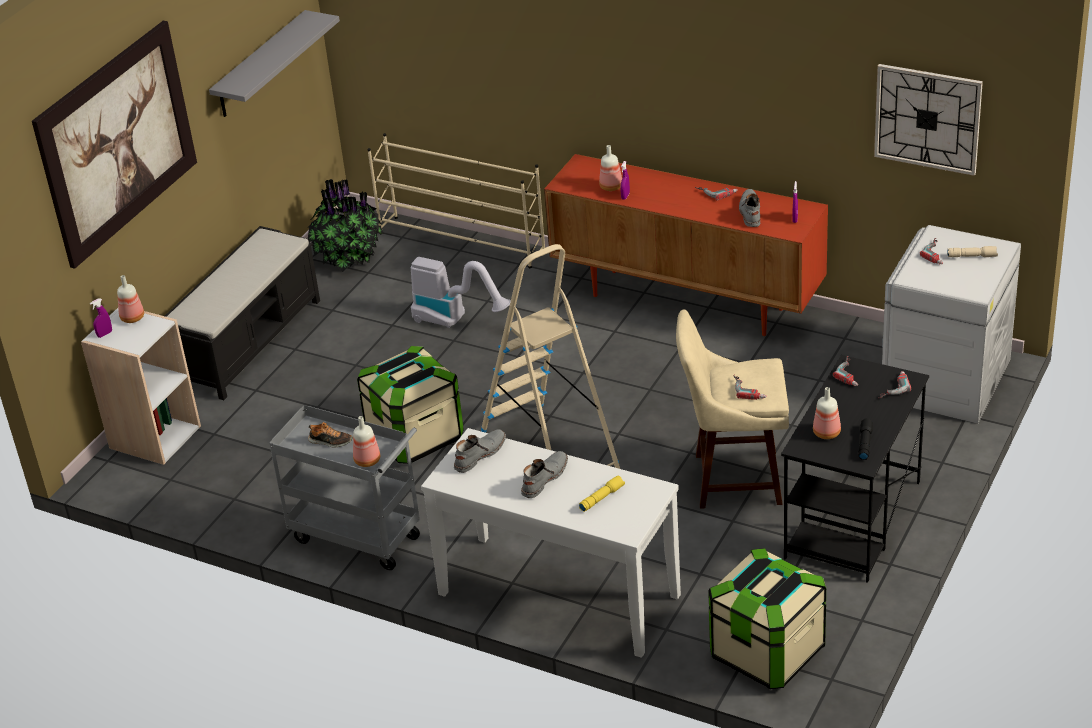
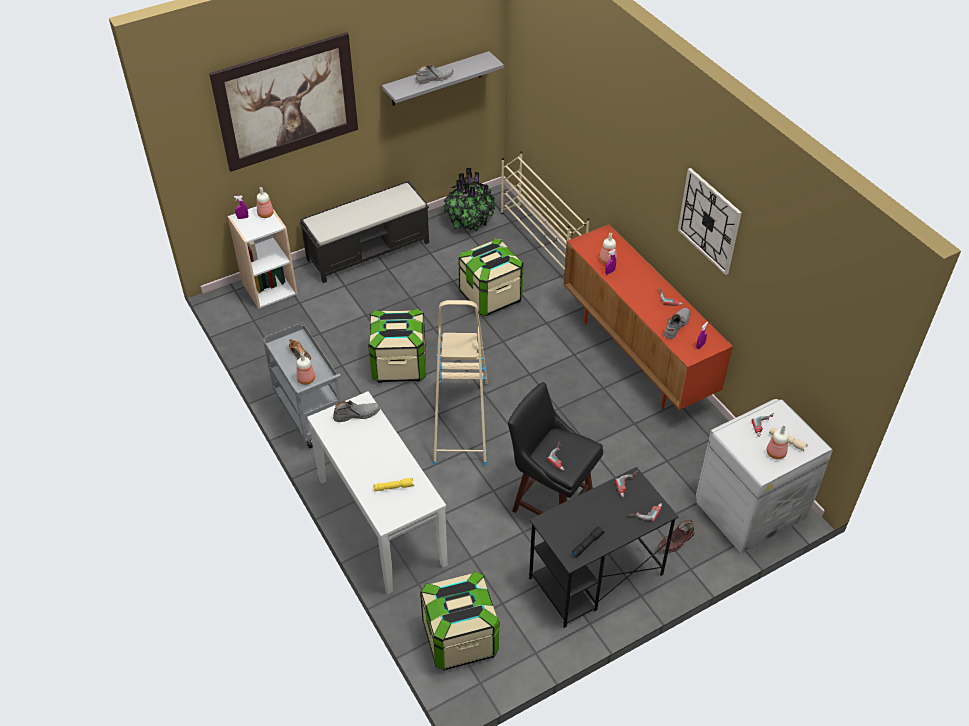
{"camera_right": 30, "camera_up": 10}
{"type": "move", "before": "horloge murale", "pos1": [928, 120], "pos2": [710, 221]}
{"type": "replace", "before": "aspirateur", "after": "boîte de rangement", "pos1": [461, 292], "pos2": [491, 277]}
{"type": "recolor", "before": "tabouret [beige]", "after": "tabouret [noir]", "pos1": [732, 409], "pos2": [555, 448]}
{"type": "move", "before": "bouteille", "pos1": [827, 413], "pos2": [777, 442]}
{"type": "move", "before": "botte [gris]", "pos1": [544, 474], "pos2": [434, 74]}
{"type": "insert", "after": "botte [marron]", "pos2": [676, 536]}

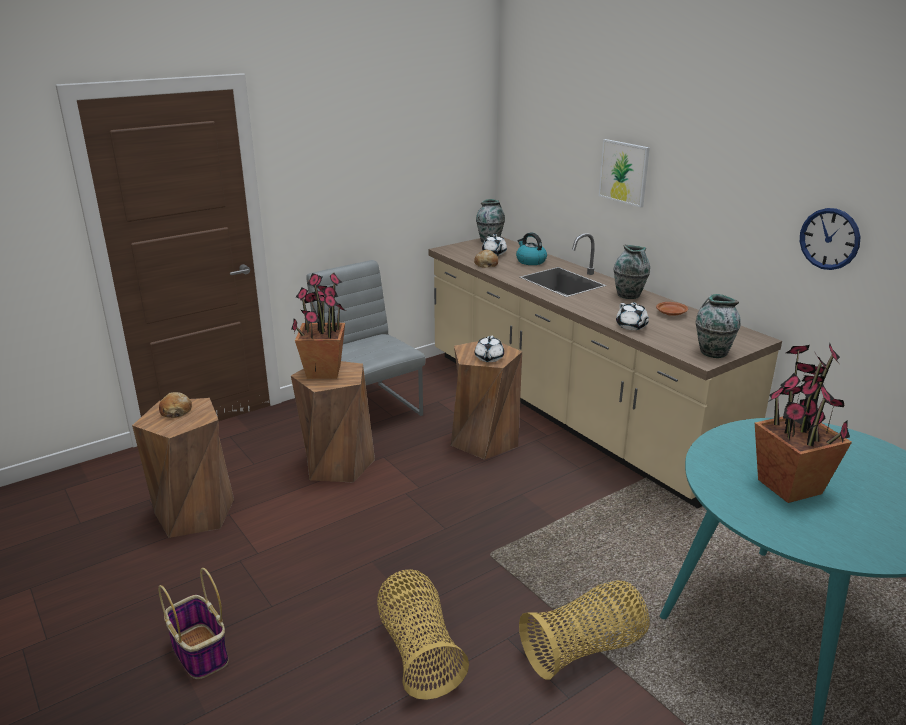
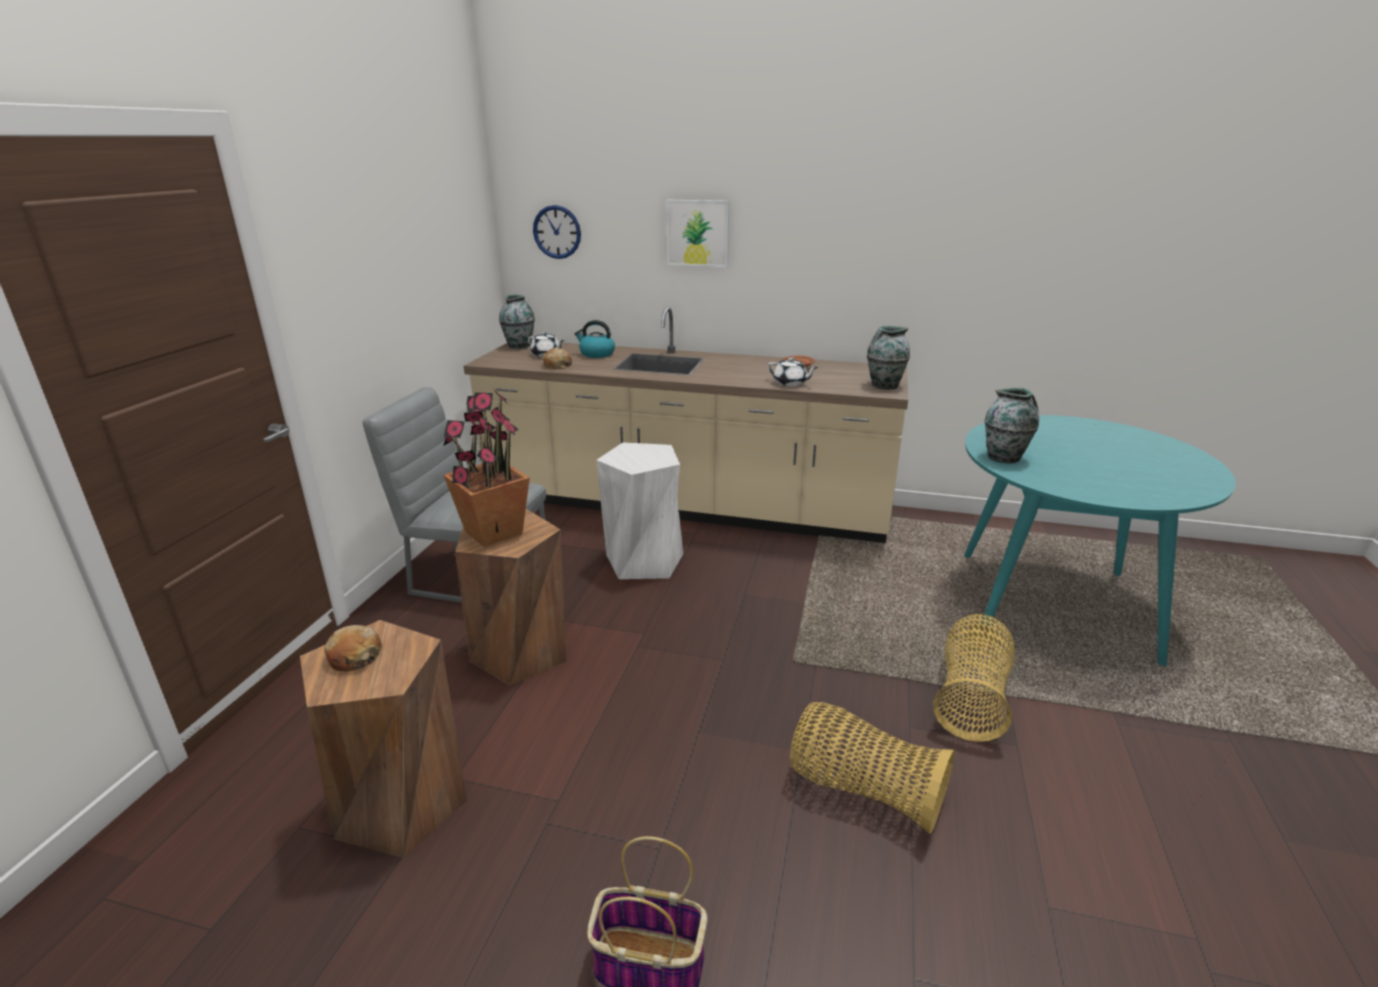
{"camera_right": -40, "camera_up": 0}
{"type": "move", "before": "horloge murale", "pos1": [830, 239], "pos2": [557, 232]}
{"type": "move", "before": "vase", "pos1": [631, 272], "pos2": [1012, 425]}
{"type": "delete", "before": "théière [blanc]", "pos1": [489, 349]}
{"type": "recolor", "before": "tabouret [marron]", "after": "tabouret [blanc]", "pos1": [486, 400], "pos2": [639, 510]}
{"type": "delete", "before": "plante en pot", "pos1": [803, 423]}

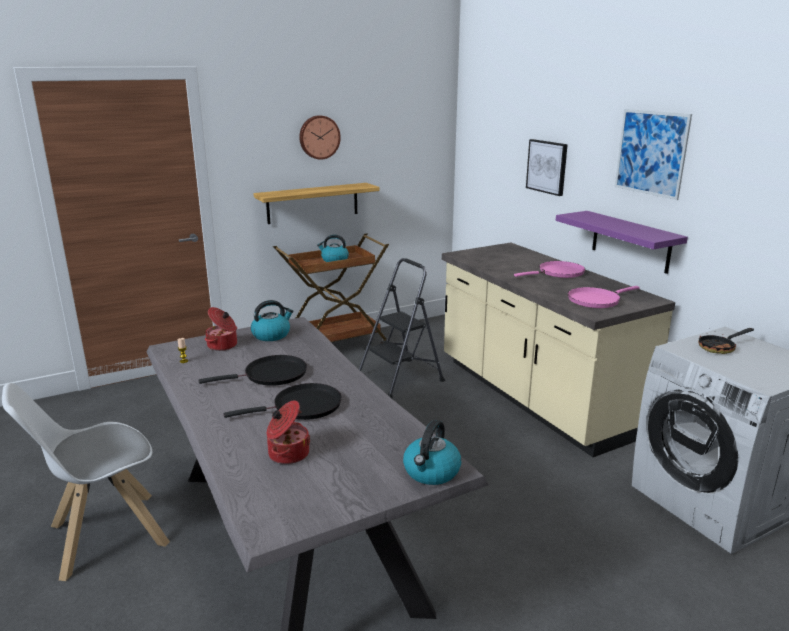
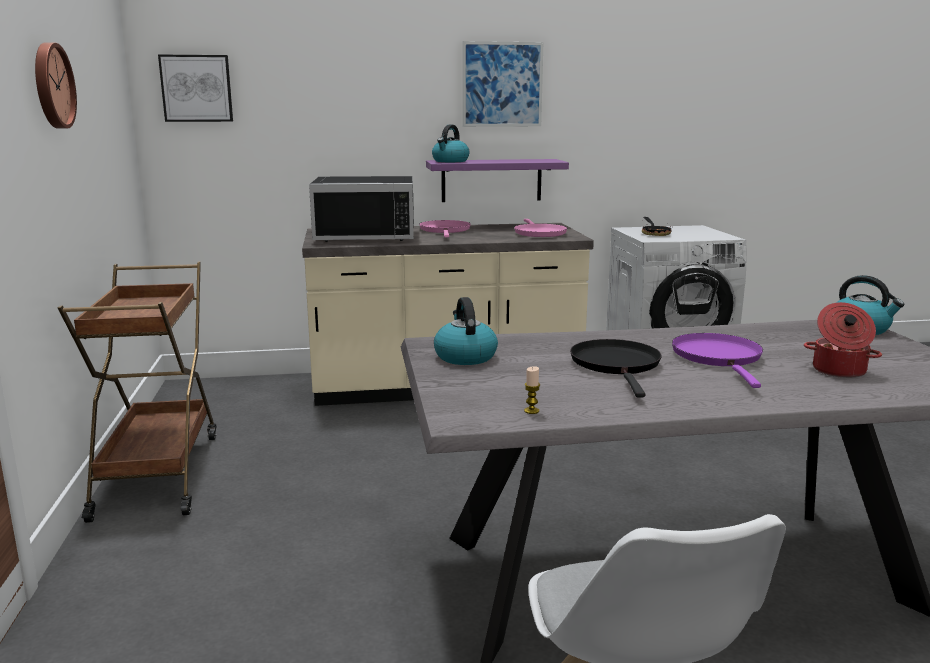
{"camera_right": -70, "camera_up": -5}
{"type": "move", "before": "tableau", "pos1": [547, 167], "pos2": [195, 88]}
{"type": "delete", "before": "étagère", "pos1": [317, 203]}
{"type": "move", "before": "bouilloire", "pos1": [333, 248], "pos2": [450, 143]}
{"type": "delete", "before": "escabeau [noir]", "pos1": [402, 328]}
{"type": "delete", "before": "marmite", "pos1": [221, 329]}
{"type": "recolor", "before": "poêle [noir]", "after": "poêle [violet]", "pos1": [283, 401], "pos2": [717, 360]}
{"type": "insert", "after": "micro-ondes [noir]", "pos2": [361, 209]}

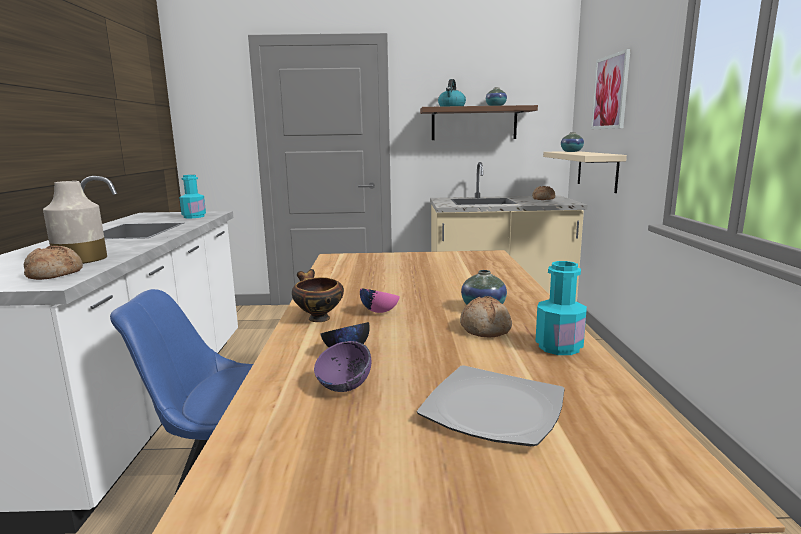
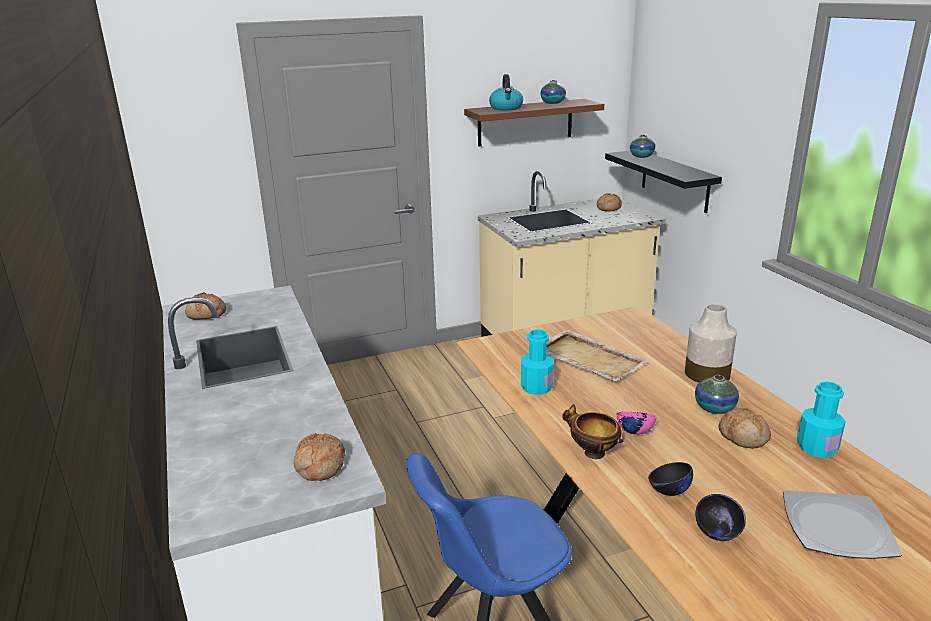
{"camera_right": -20, "camera_up": 10}
{"type": "delete", "before": "tableau", "pos1": [611, 89]}
{"type": "recolor", "before": "étagère [beige]", "after": "étagère [noir]", "pos1": [585, 172], "pos2": [663, 181]}
{"type": "move", "before": "bouteille [turquoise]", "pos1": [192, 196], "pos2": [537, 362]}
{"type": "move", "before": "vase [beige]", "pos1": [75, 222], "pos2": [711, 343]}
{"type": "recolor", "before": "bol [violet]", "after": "bol [noir]", "pos1": [342, 366], "pos2": [720, 517]}
{"type": "insert", "after": "pain", "pos2": [205, 306]}
{"type": "insert", "after": "plateau [beige]", "pos2": [598, 355]}

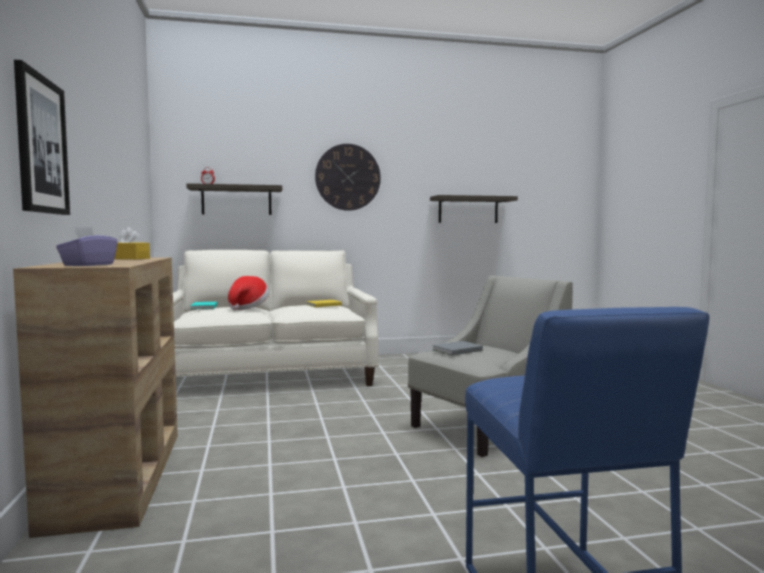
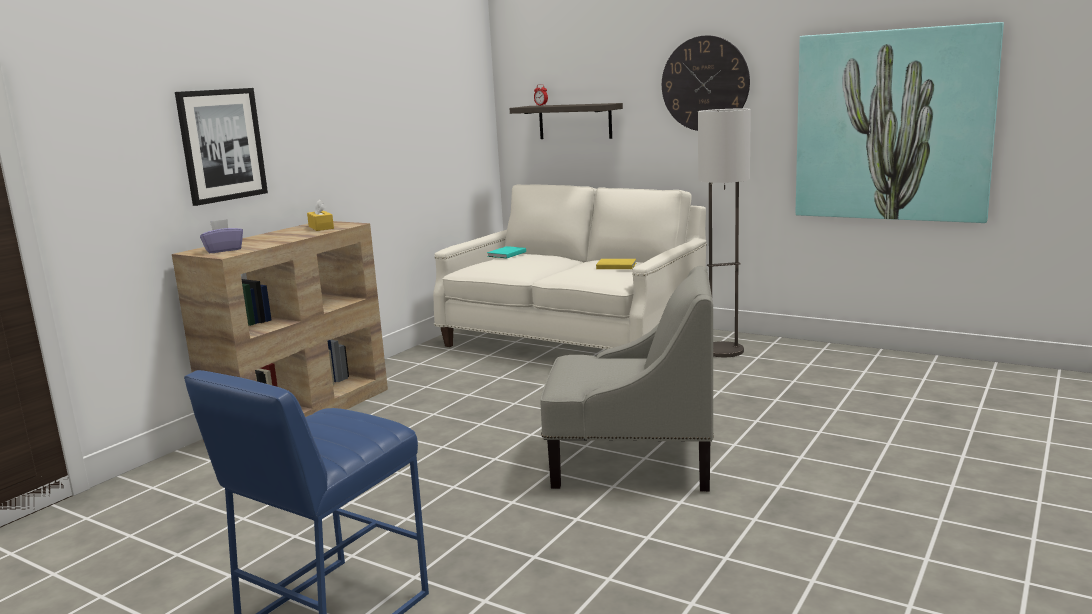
{"camera_right": 45, "camera_up": 10}
{"type": "replace", "before": "étagère", "after": "tableau", "pos1": [474, 209], "pos2": [900, 122]}
{"type": "delete", "before": "chapeau", "pos1": [248, 293]}
{"type": "delete", "before": "livre [gris]", "pos1": [457, 348]}
{"type": "insert", "after": "lampadaire", "pos2": [724, 232]}

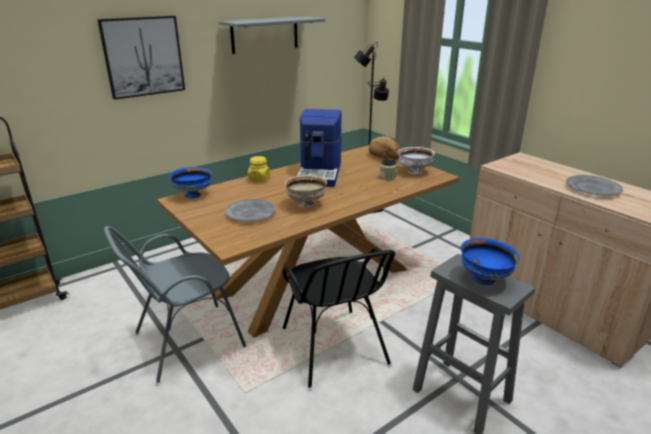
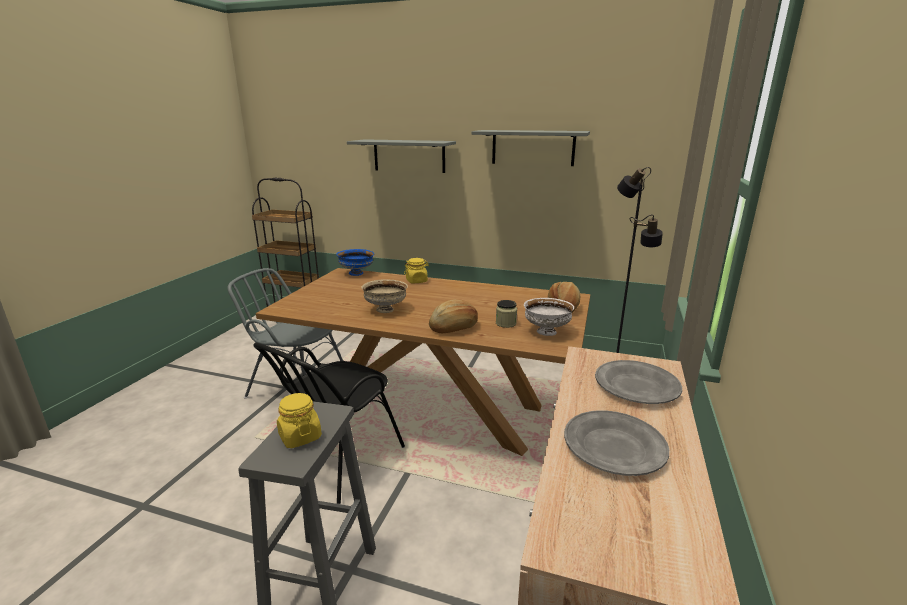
{"camera_right": 55, "camera_up": -5}
{"type": "replace", "before": "tableau", "after": "étagère [gris]", "pos1": [141, 58], "pos2": [401, 156]}
{"type": "delete", "before": "machine à café", "pos1": [319, 148]}
{"type": "move", "before": "assiette [gris]", "pos1": [250, 210], "pos2": [638, 382]}
{"type": "replace", "before": "bol [bleu]", "after": "bocal [jaune]", "pos1": [490, 261], "pos2": [299, 420]}
{"type": "insert", "after": "pain", "pos2": [453, 316]}

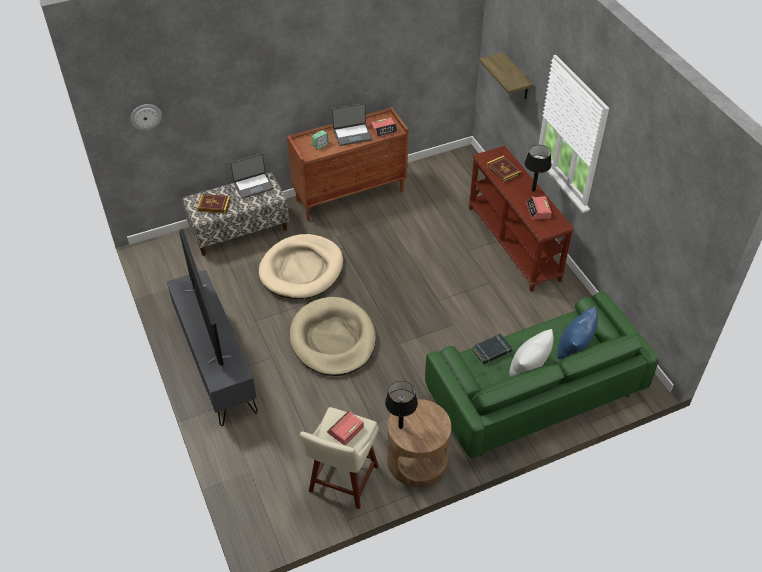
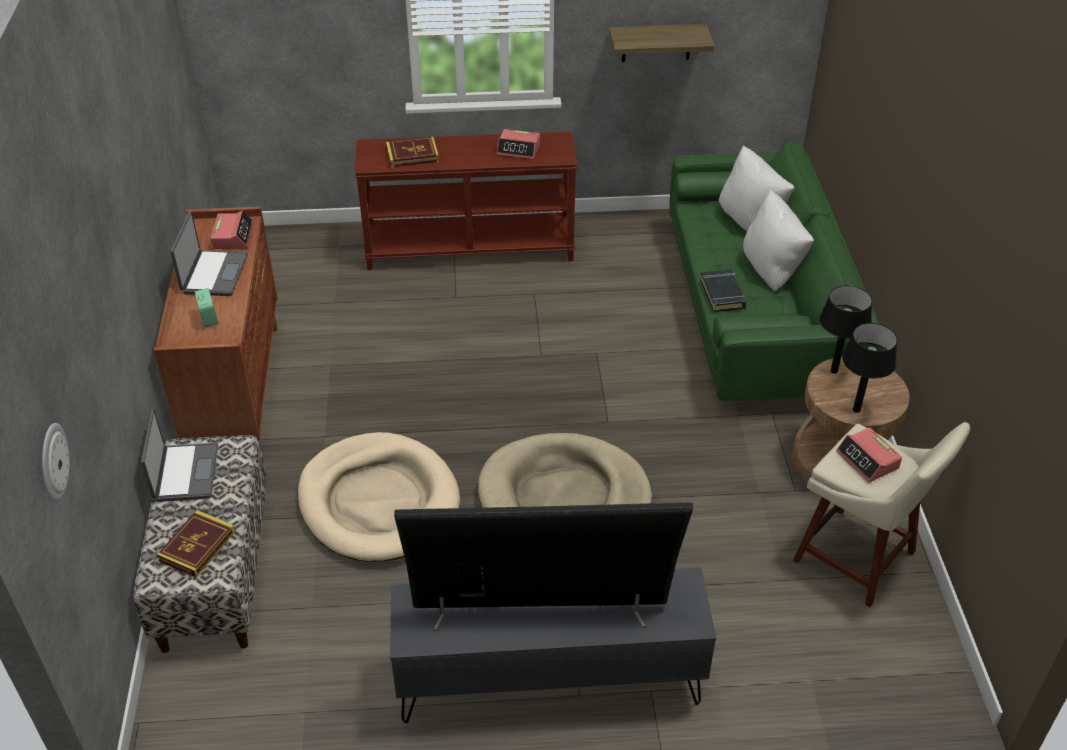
{"camera_right": -70, "camera_up": -5}
{"type": "move", "before": "étagère", "pos1": [506, 75], "pos2": [662, 43]}
{"type": "move", "before": "lampe de table [noir]", "pos1": [538, 168], "pos2": [846, 329]}
{"type": "recolor", "before": "coussin [bleu]", "after": "coussin [blanc]", "pos1": [578, 332], "pos2": [756, 188]}

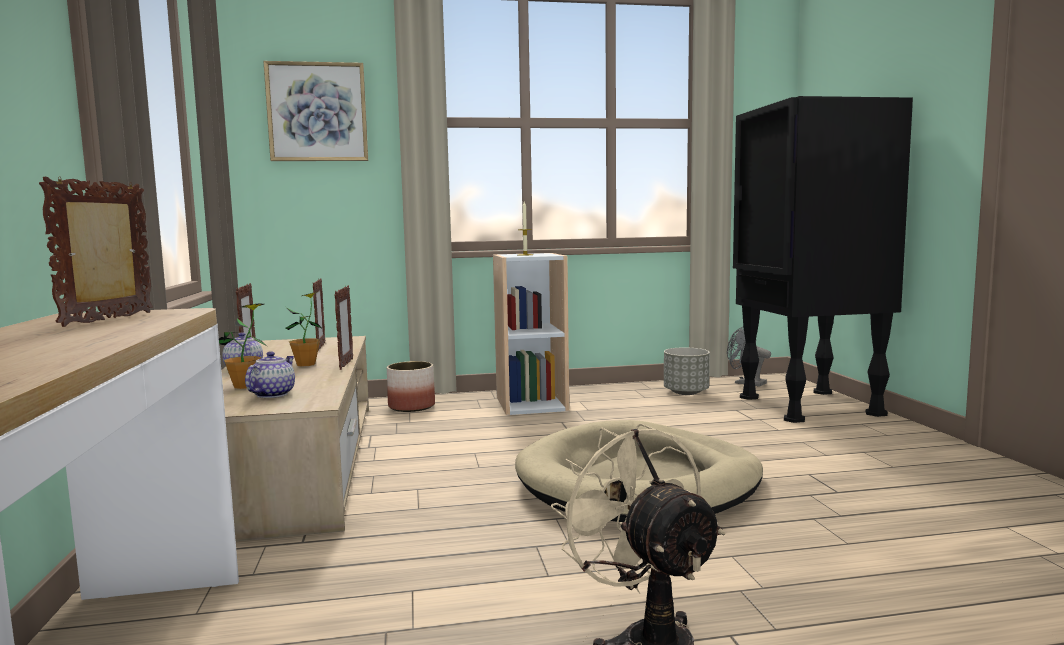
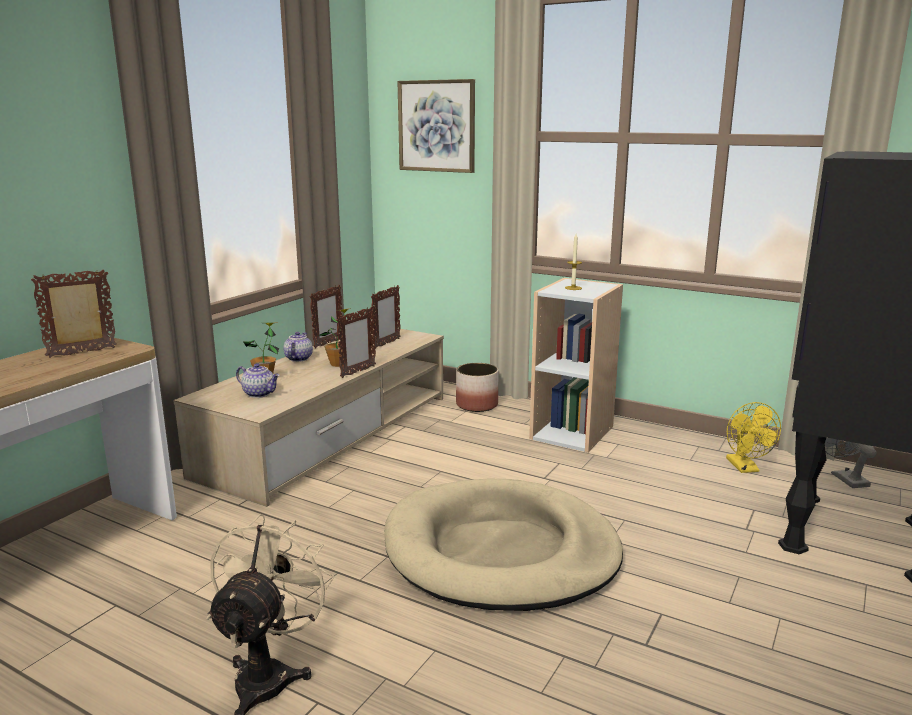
{"camera_right": 40, "camera_up": 10}
{"type": "replace", "before": "cache-pot [gris]", "after": "ventilateur [jaune]", "pos1": [687, 371], "pos2": [753, 437]}
{"type": "rotate", "before": "théière", "pos1": [270, 374], "pos2": [258, 380], "turn": 60}

